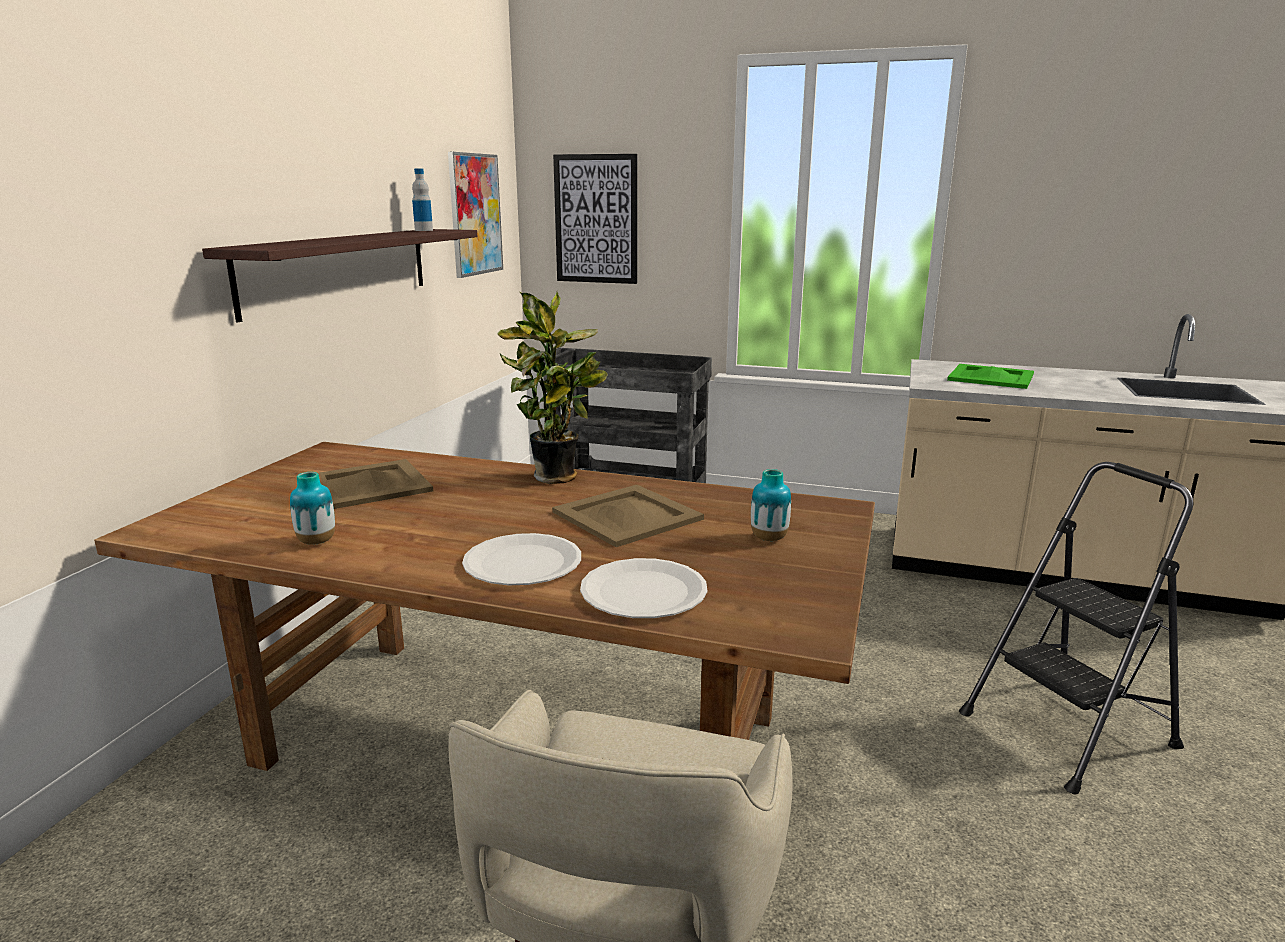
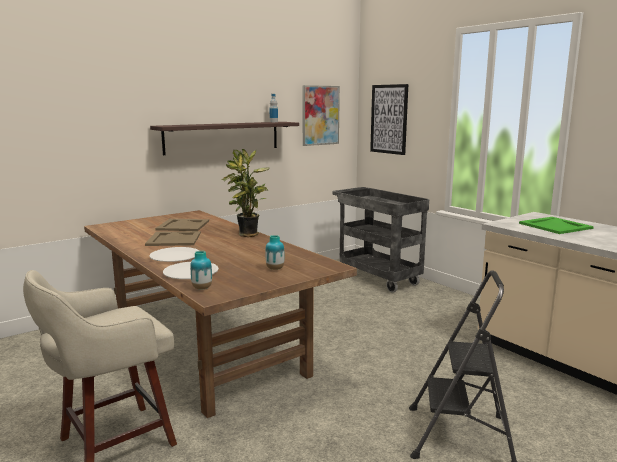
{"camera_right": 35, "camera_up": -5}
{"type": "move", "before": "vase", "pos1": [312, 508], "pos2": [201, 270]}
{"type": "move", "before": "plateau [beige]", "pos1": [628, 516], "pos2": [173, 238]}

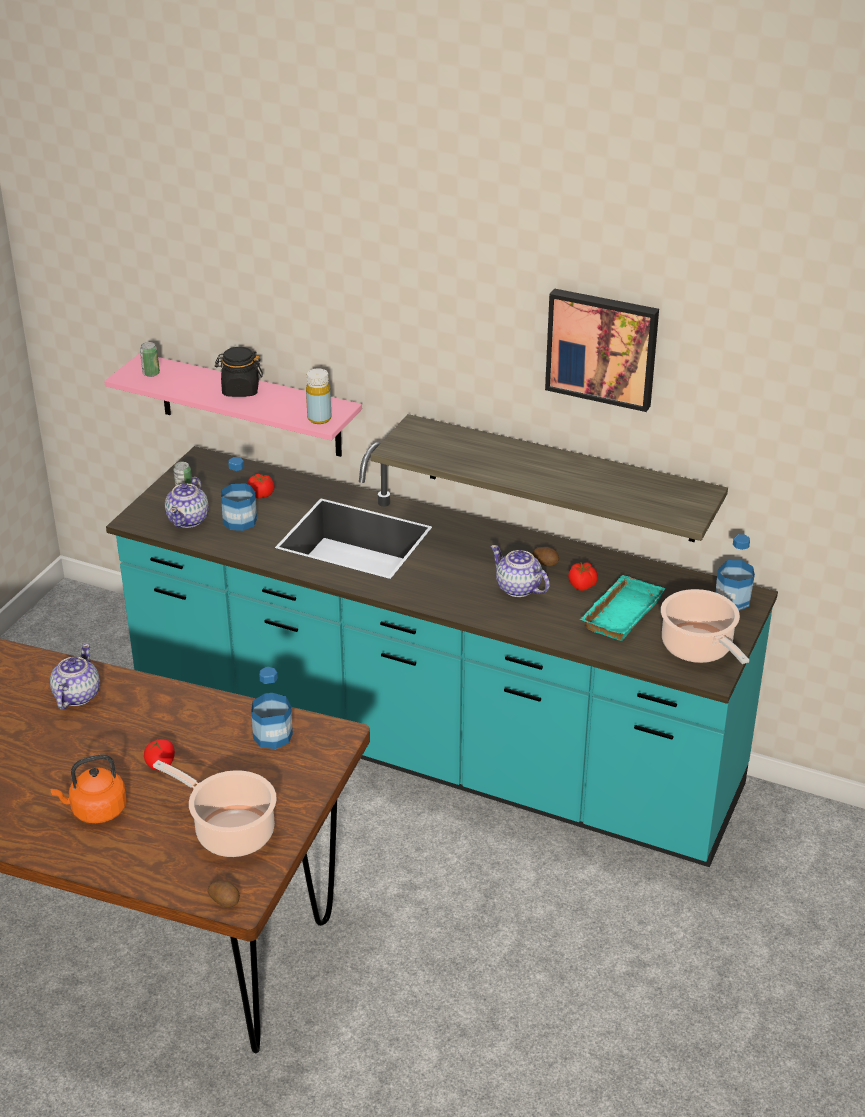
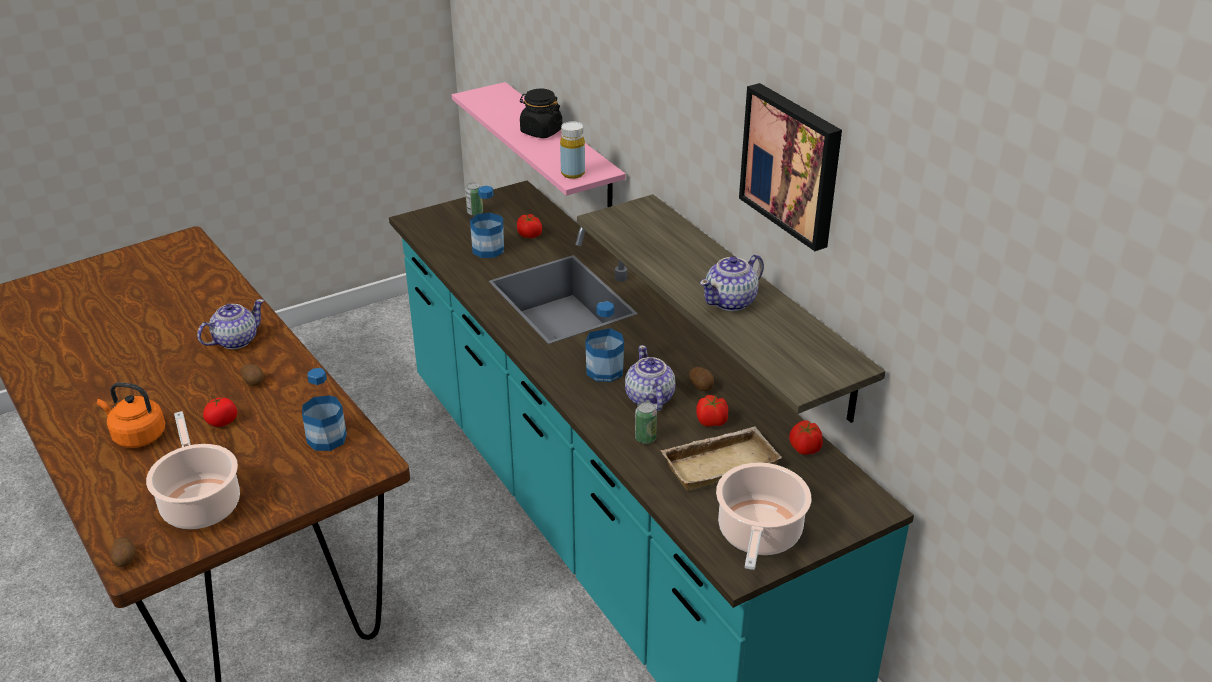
{"camera_right": 35, "camera_up": 0}
{"type": "move", "before": "boîte métallique", "pos1": [150, 359], "pos2": [646, 423]}
{"type": "move", "before": "théière", "pos1": [187, 502], "pos2": [732, 282]}
{"type": "move", "before": "bouteille", "pos1": [735, 572], "pos2": [604, 341]}
{"type": "recolor", "before": "plateau [turquoise]", "after": "plateau [beige]", "pos1": [623, 608], "pos2": [721, 459]}
{"type": "insert", "after": "pomme de terre", "pos2": [252, 375]}
{"type": "insert", "after": "tomate", "pos2": [806, 437]}

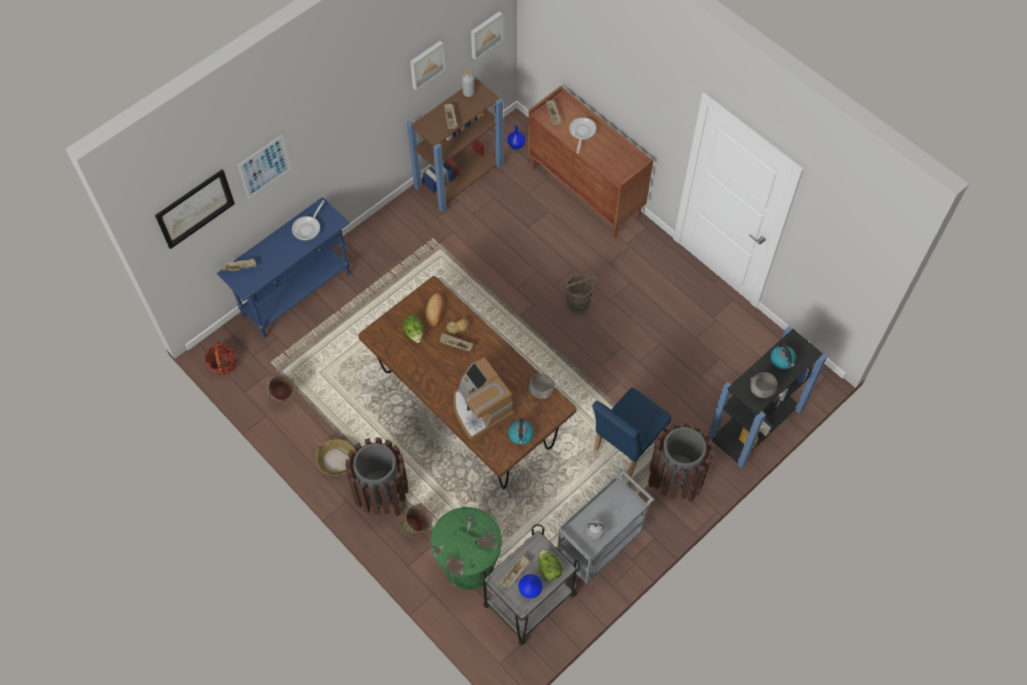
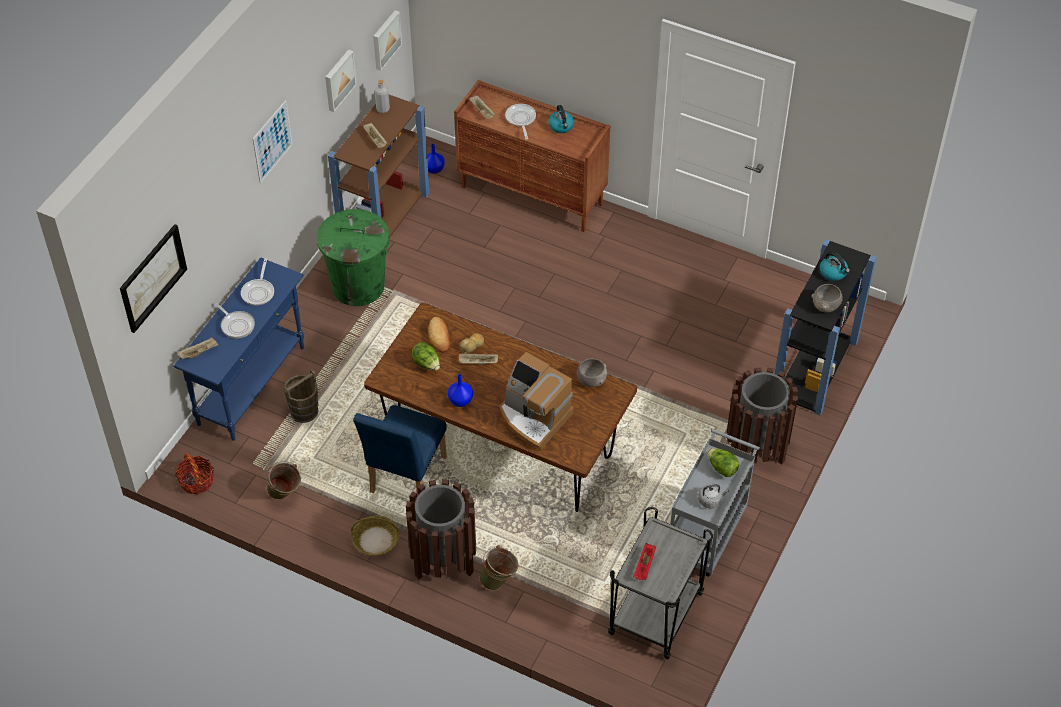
{"camera_right": -20, "camera_up": -10}
{"type": "move", "before": "tableau", "pos1": [264, 167], "pos2": [273, 141]}
{"type": "move", "before": "seau [marron]", "pos1": [580, 293], "pos2": [301, 396]}
{"type": "move", "before": "chaise [bleu]", "pos1": [632, 432], "pos2": [400, 450]}
{"type": "move", "before": "bouilloire", "pos1": [521, 432], "pos2": [561, 119]}
{"type": "move", "before": "poubelle [vert]", "pos1": [466, 548], "pos2": [353, 257]}
{"type": "move", "before": "laitue", "pos1": [550, 565], "pos2": [723, 462]}
{"type": "recolor", "before": "plateau [beige]", "after": "plateau [rouge]", "pos1": [514, 572], "pos2": [644, 561]}
{"type": "move", "before": "vase [bleu]", "pos1": [530, 586], "pos2": [460, 390]}
{"type": "insert", "after": "poêle", "pos2": [235, 321]}

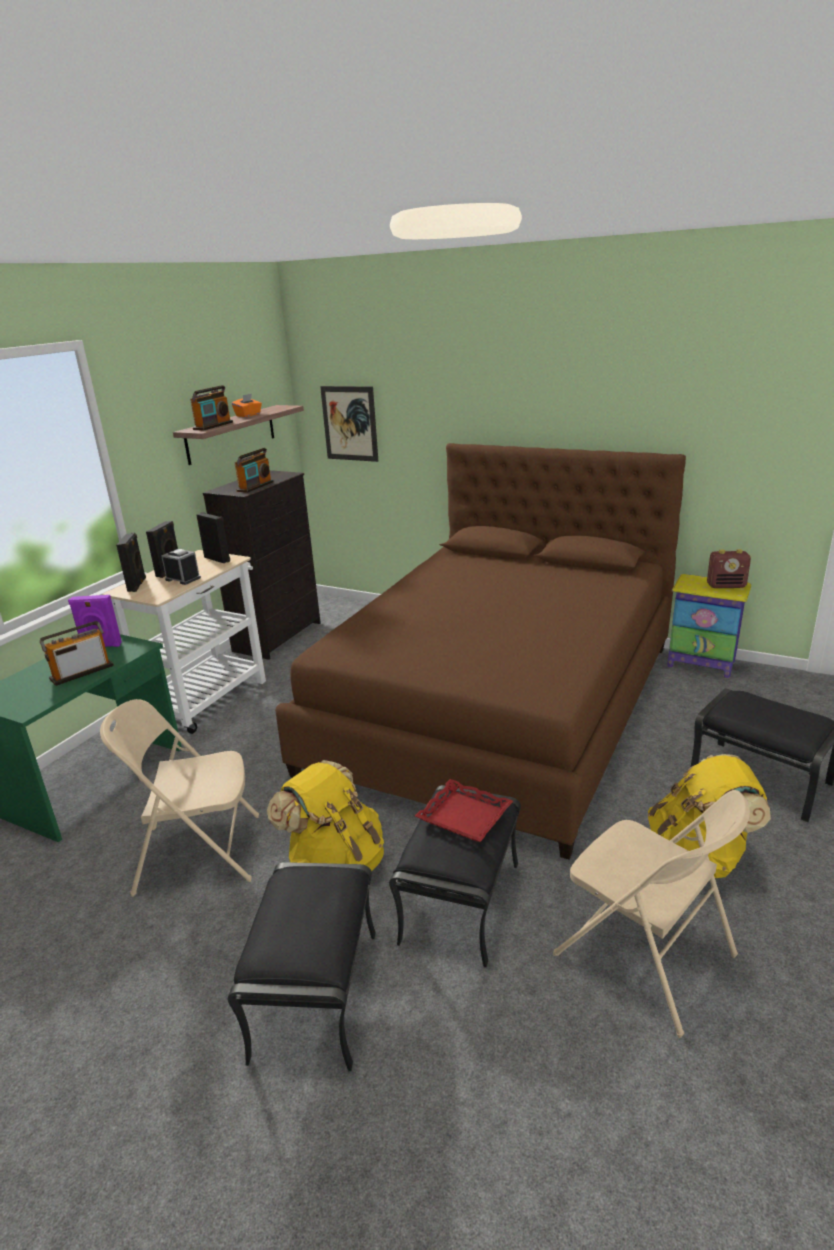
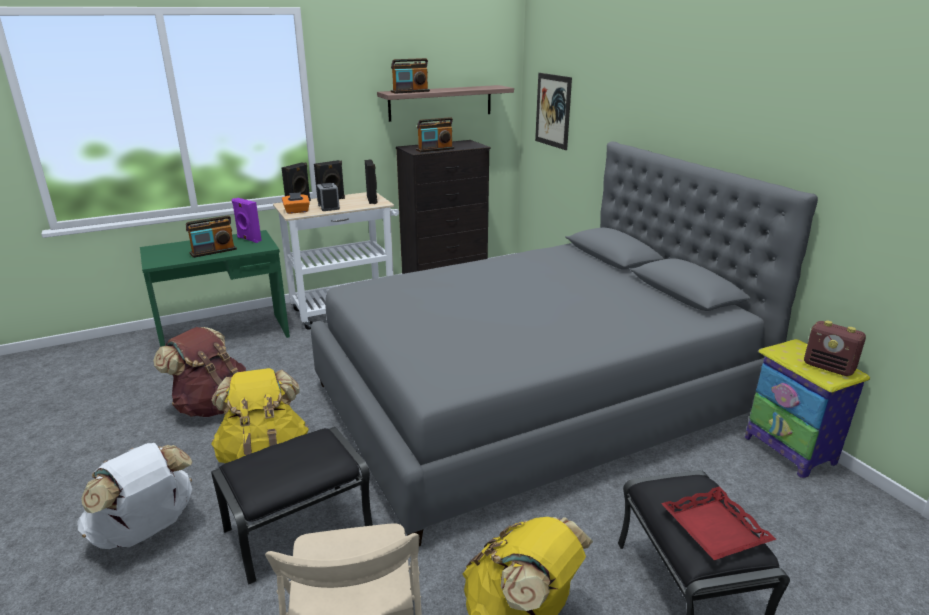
{"camera_right": 35, "camera_up": 0}
{"type": "move", "before": "boîte à mouchoirs [orange]", "pos1": [247, 405], "pos2": [296, 203]}
{"type": "recolor", "before": "lit [marron]", "after": "lit [gris]", "pos1": [480, 651], "pos2": [564, 344]}
{"type": "rotate", "before": "radio", "pos1": [77, 653], "pos2": [211, 236], "turn": 150}
{"type": "replace", "before": "chaise [beige]", "after": "sac à dos [marron]", "pos1": [179, 798], "pos2": [199, 372]}
{"type": "move", "before": "plateau [rouge]", "pos1": [464, 810], "pos2": [718, 523]}
{"type": "replace", "before": "pouf [noir]", "after": "sac à dos [blanc]", "pos1": [302, 967], "pos2": [135, 496]}

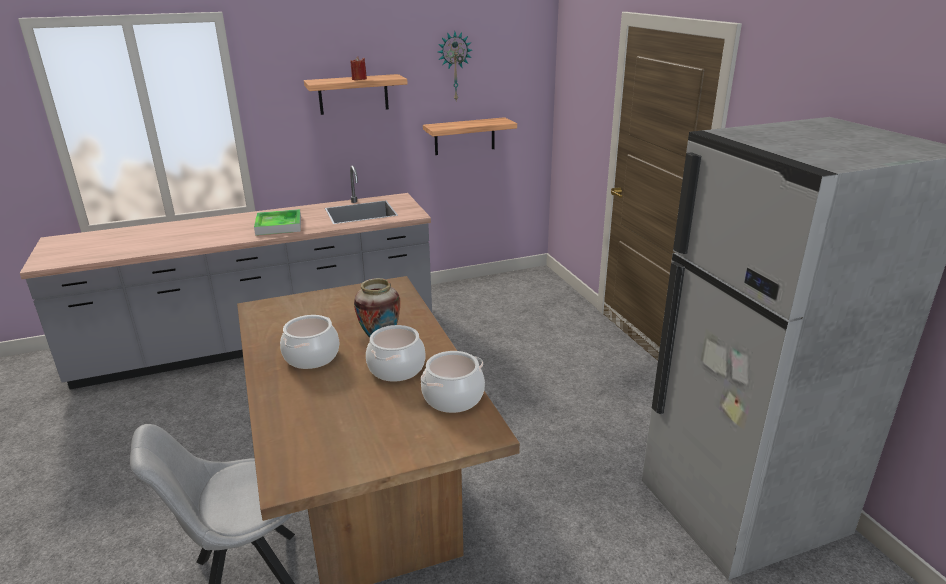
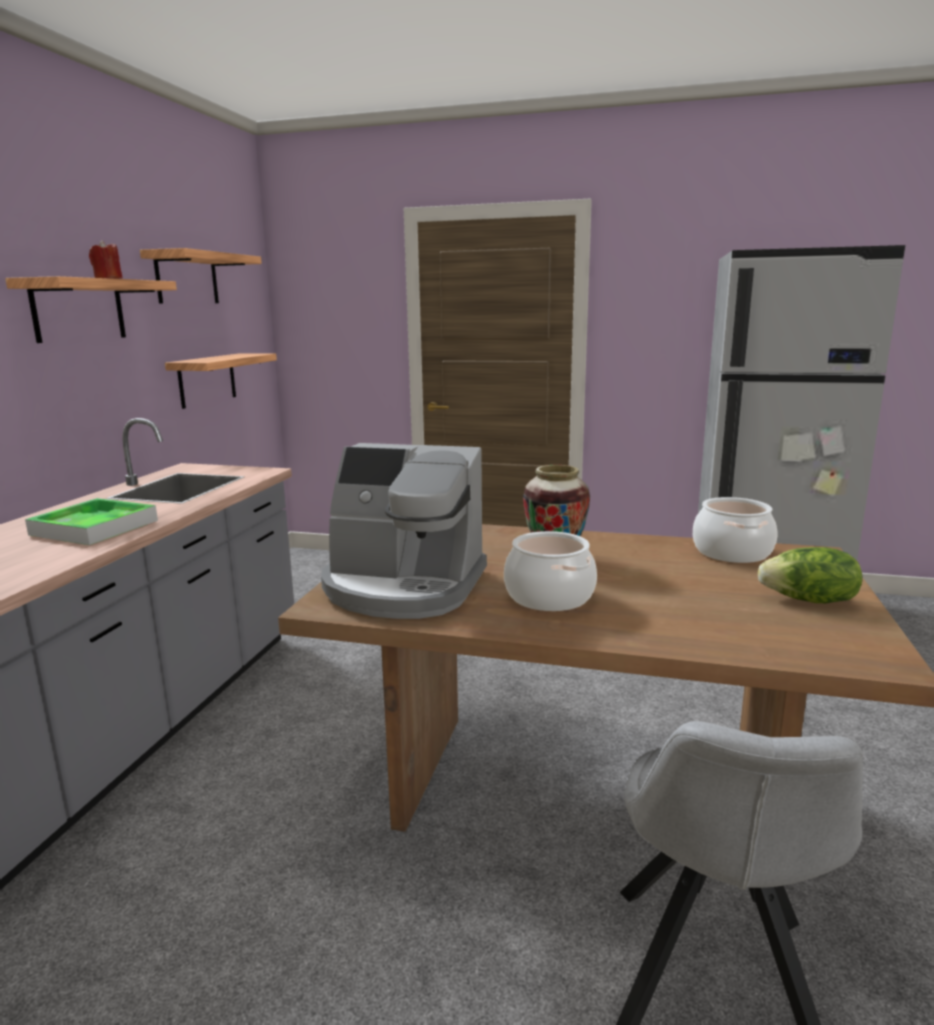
{"camera_right": -55, "camera_up": -10}
{"type": "replace", "before": "horloge murale", "after": "étagère", "pos1": [455, 66], "pos2": [201, 276]}
{"type": "delete", "before": "marmite", "pos1": [396, 353]}
{"type": "insert", "after": "machine à café", "pos2": [404, 531]}
{"type": "insert", "after": "laitue", "pos2": [810, 575]}

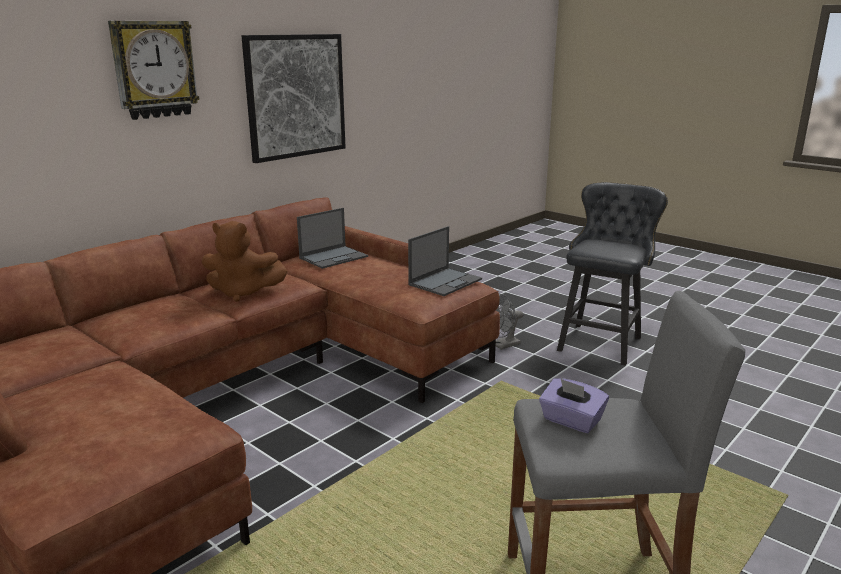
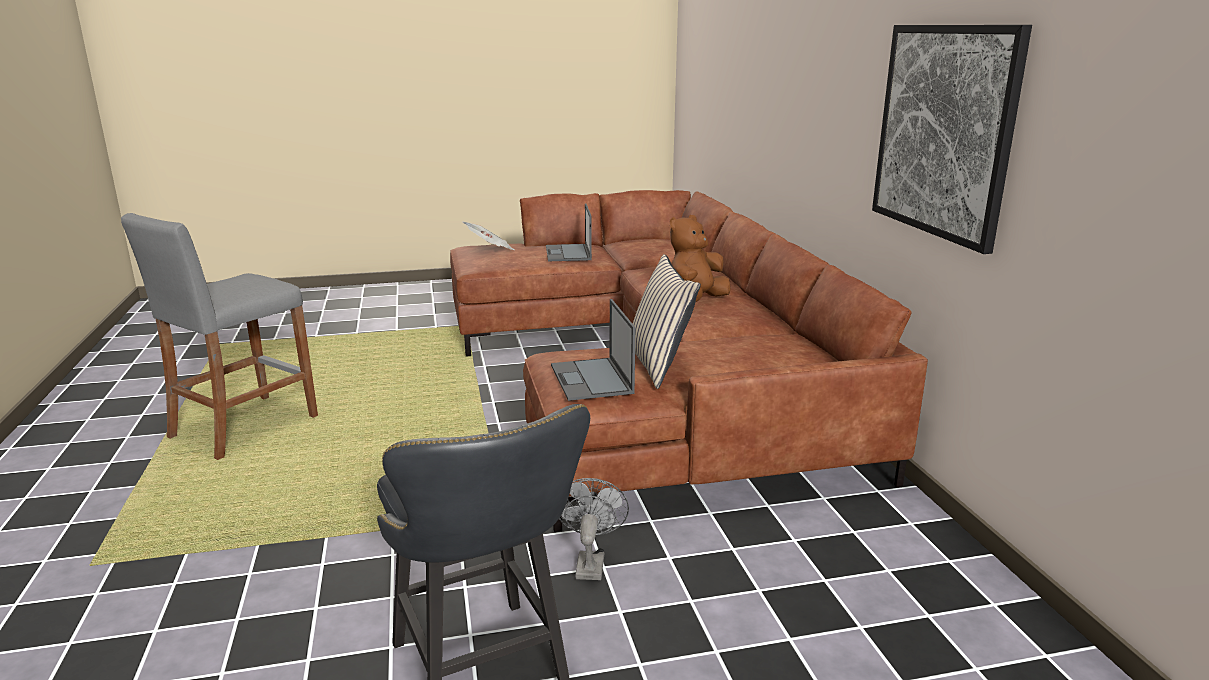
{"camera_right": 125, "camera_up": 0}
{"type": "delete", "before": "horloge murale", "pos1": [154, 70]}
{"type": "move", "before": "ordinateur portable", "pos1": [332, 238], "pos2": [569, 232]}
{"type": "delete", "before": "boîte à mouchoirs [violet]", "pos1": [574, 405]}
{"type": "insert", "after": "journal", "pos2": [488, 236]}
{"type": "insert", "after": "coussin [beige]", "pos2": [667, 321]}

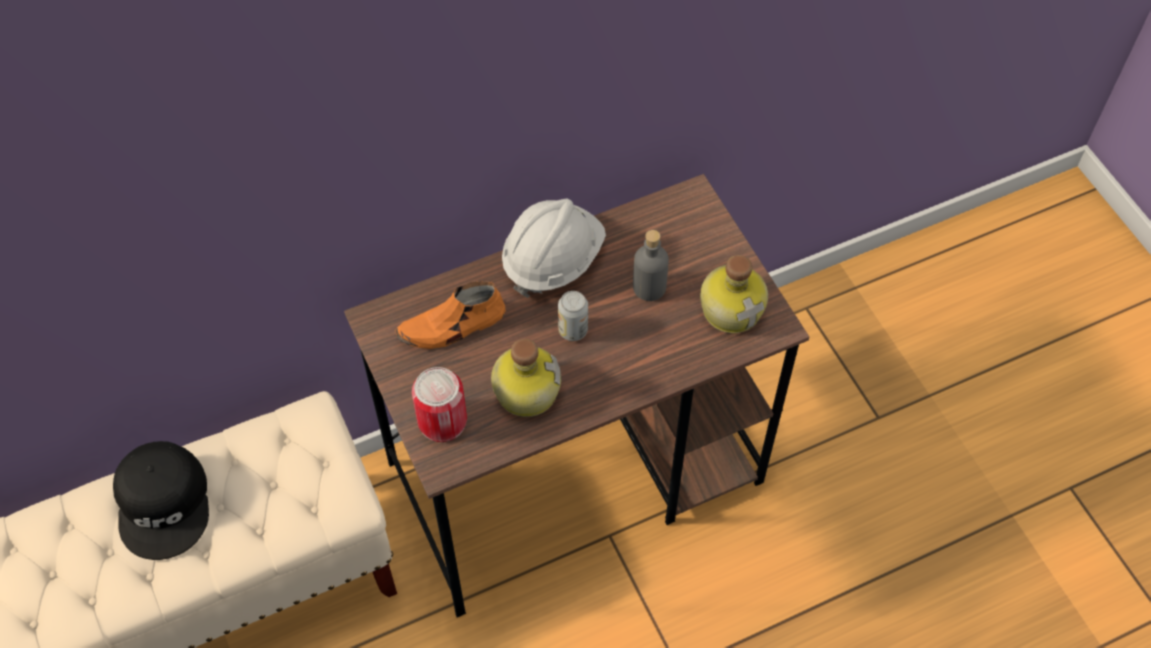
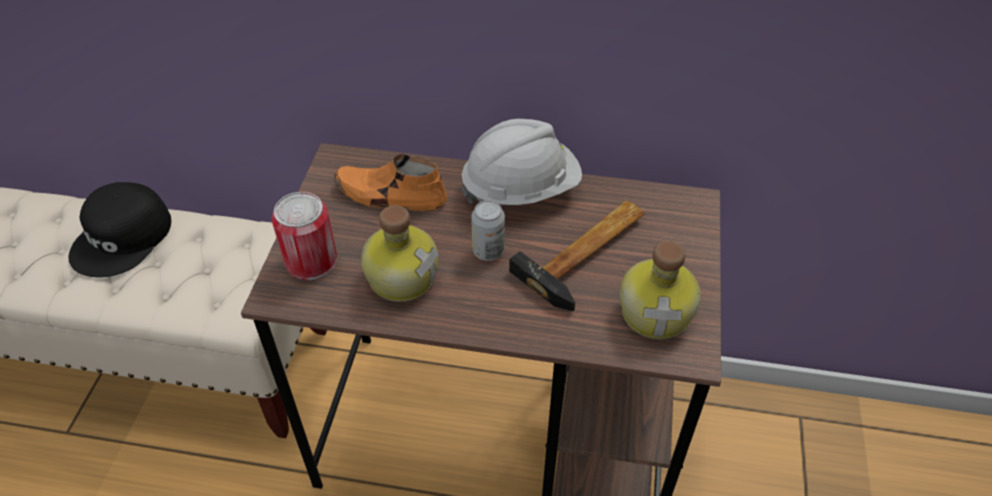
{"camera_right": 35, "camera_up": -10}
{"type": "replace", "before": "bouteille [gris]", "after": "marteau", "pos1": [651, 265], "pos2": [577, 256]}

